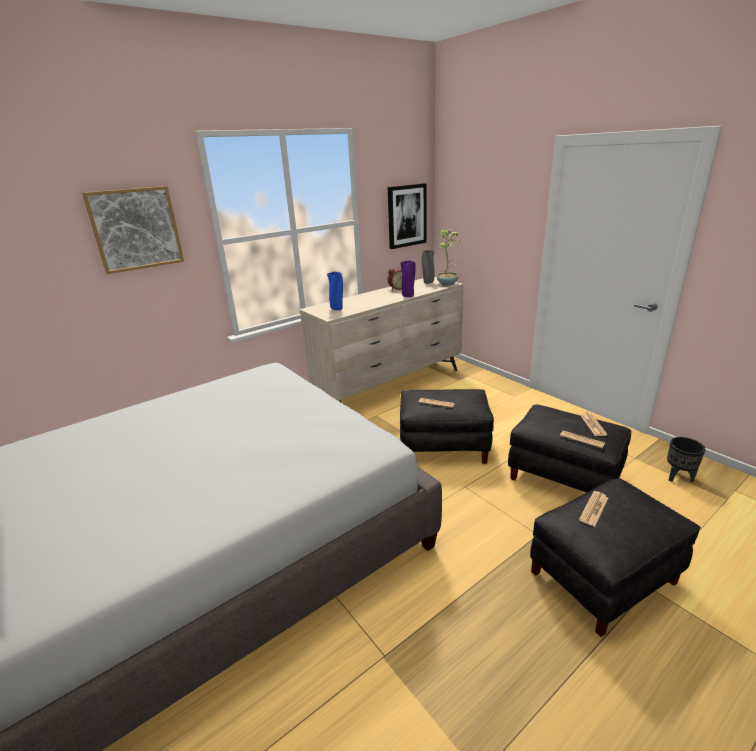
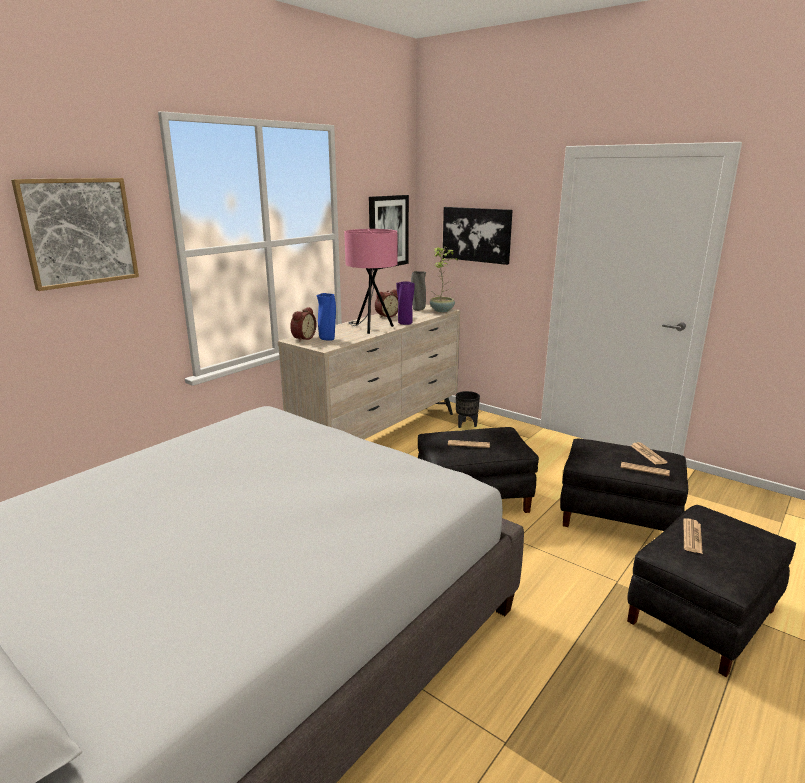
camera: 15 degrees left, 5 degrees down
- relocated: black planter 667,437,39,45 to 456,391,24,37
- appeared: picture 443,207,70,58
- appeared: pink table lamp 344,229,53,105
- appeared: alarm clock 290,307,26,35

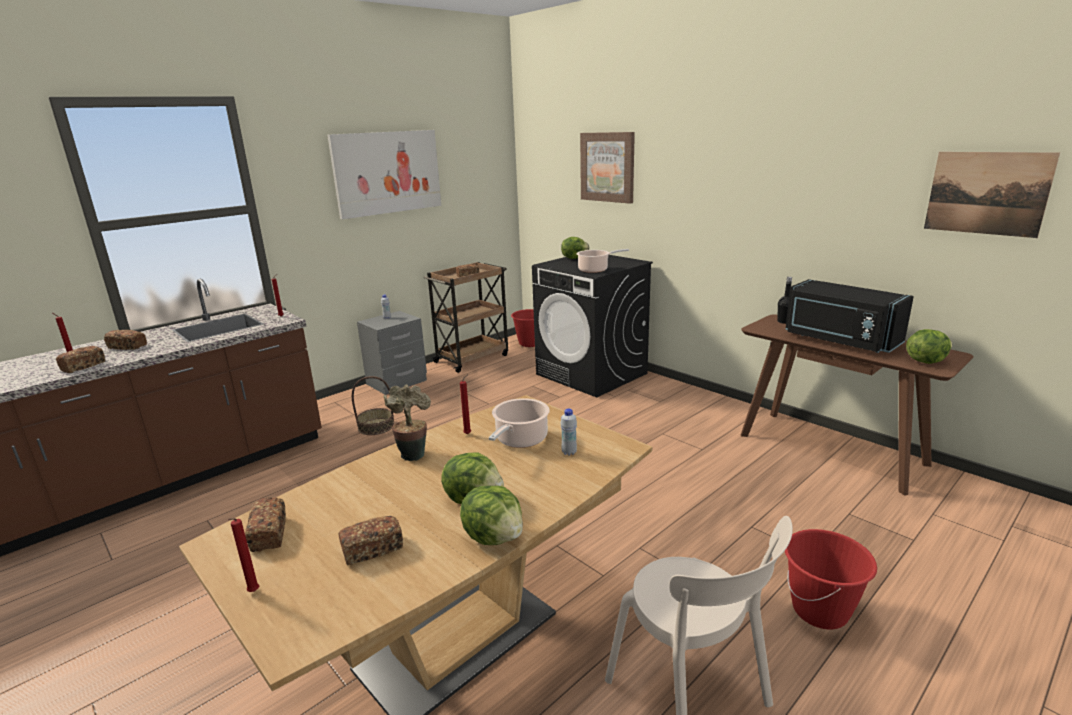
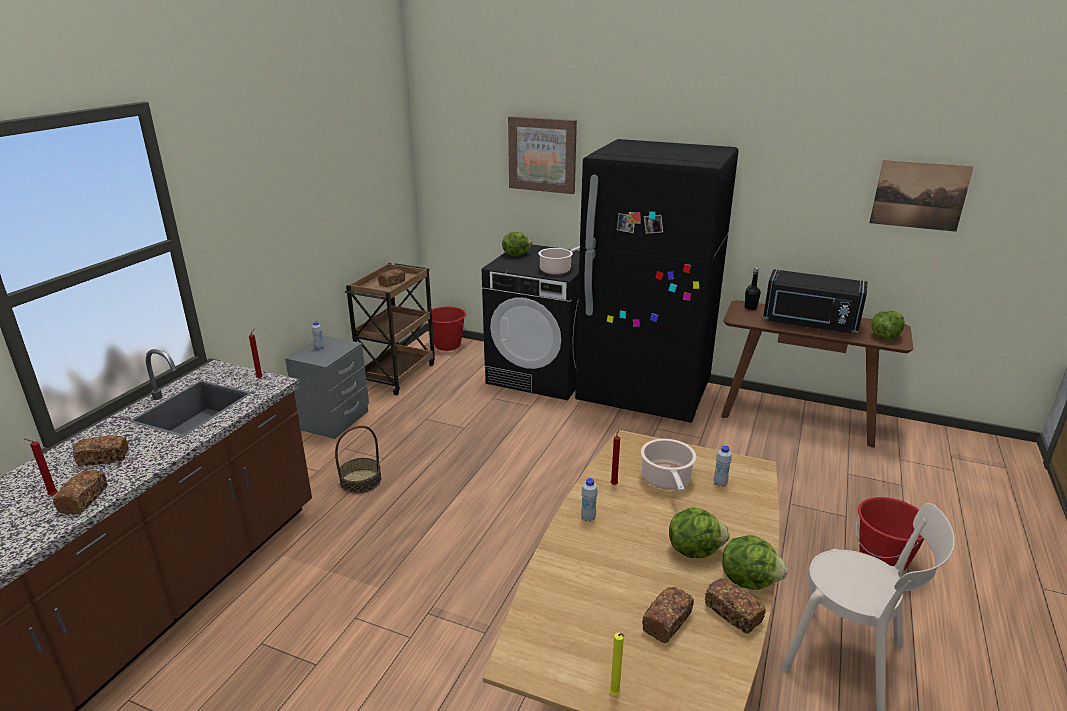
camera: 25 degrees left, 5 degrees up
- missing: picture 327,130,114,89
- exchanged: potted plant 384,384,47,77 to white bottle 581,478,17,44
- relocated: bread 245,497,41,55 to 705,578,61,56
- colour: red candle 228,518,31,74 to yellow candle 609,633,15,63
- appeared: black fridge 575,139,164,284

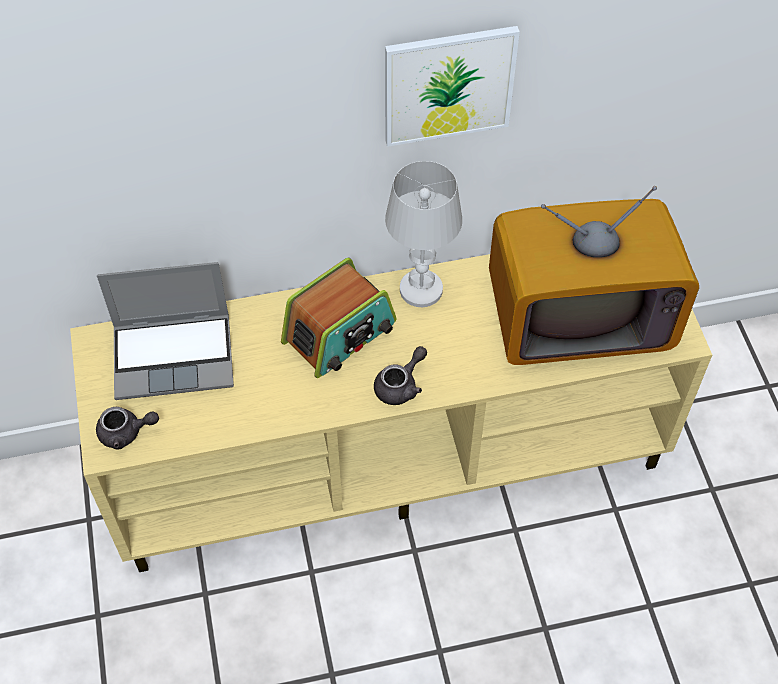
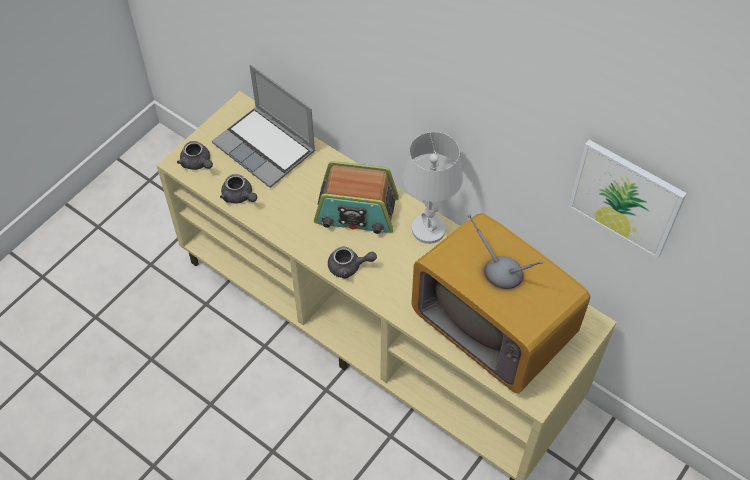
camera: 50 degrees right, 0 degrees up
- relocated: picture 385,26,135,121 to 569,140,118,119
- appeared: grey teapot 220,174,37,30

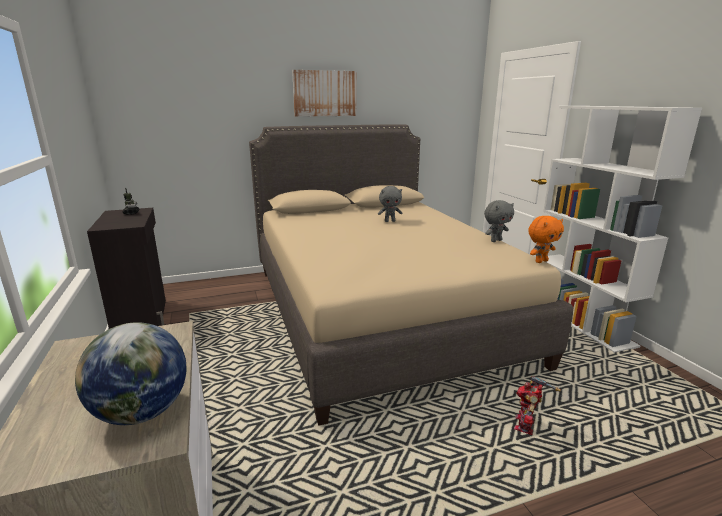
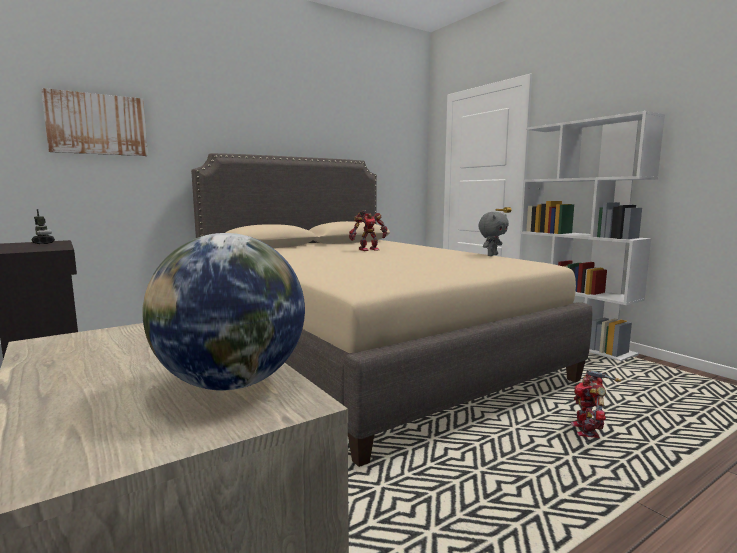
camera: 15 degrees left, 10 degrees down
- relocated: picture 292,70,65,47 to 41,88,107,68
- exchanged: grey plush toy 378,186,24,36 to toy robot 349,210,39,41
- missing: orange plush toy 528,216,36,47

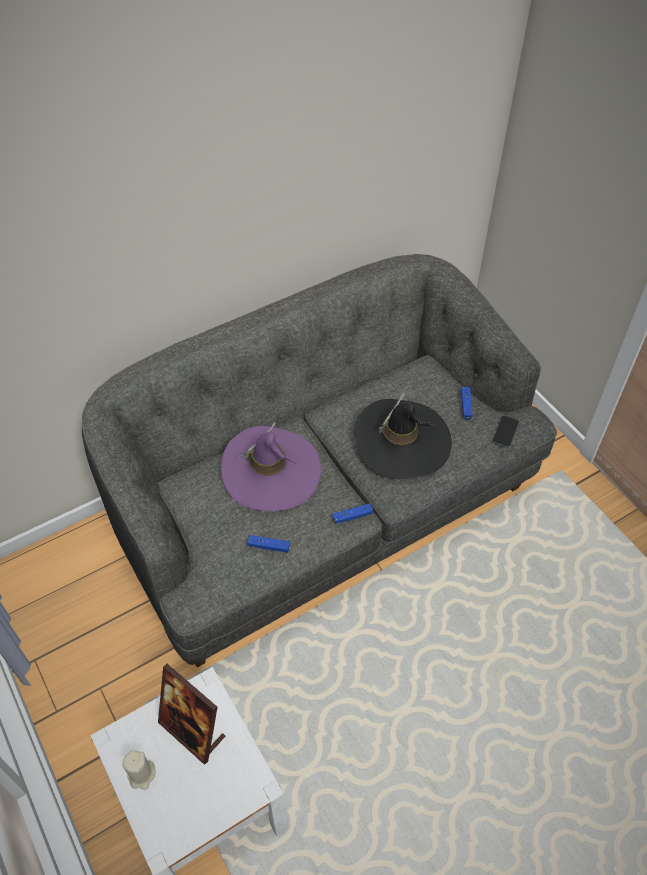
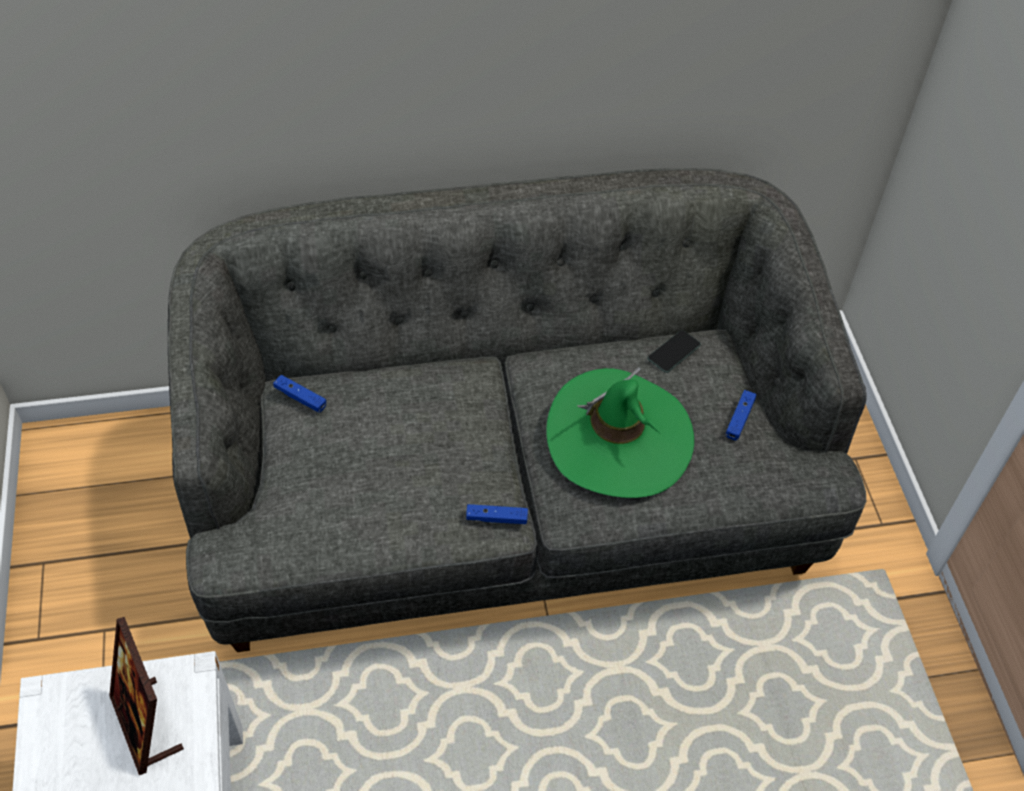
camera: 20 degrees right, 0 degrees up
- colour: black hat 355,393,97,86 to green hat 546,367,148,131
- relocated: phone 492,416,27,32 to 648,330,53,43
- missing: purple hat 221,422,100,89
- relocated: blue game controller 247,535,43,17 to 273,375,53,38
- missing: beige candle 123,750,33,40

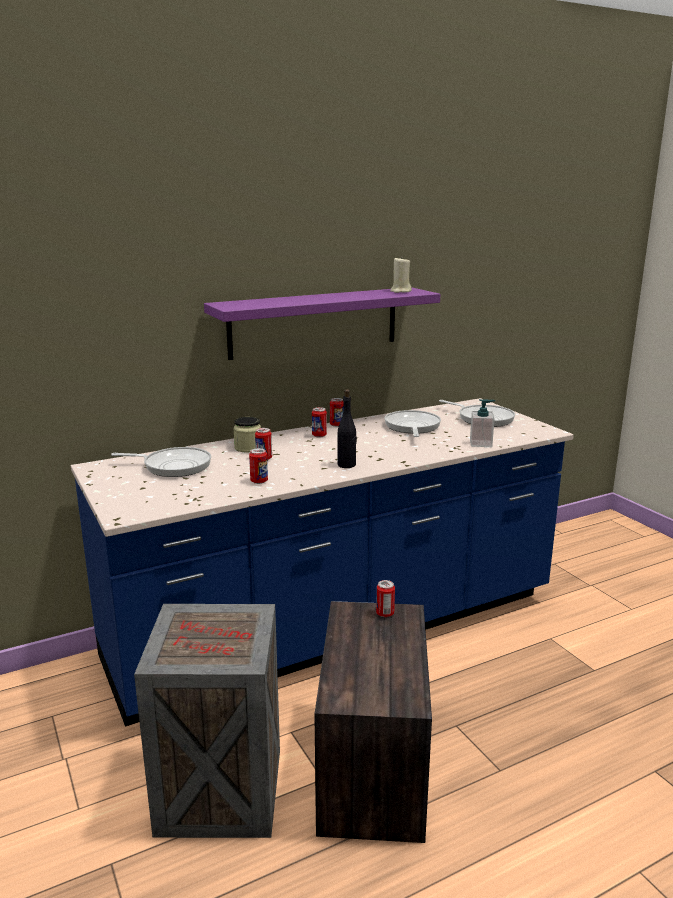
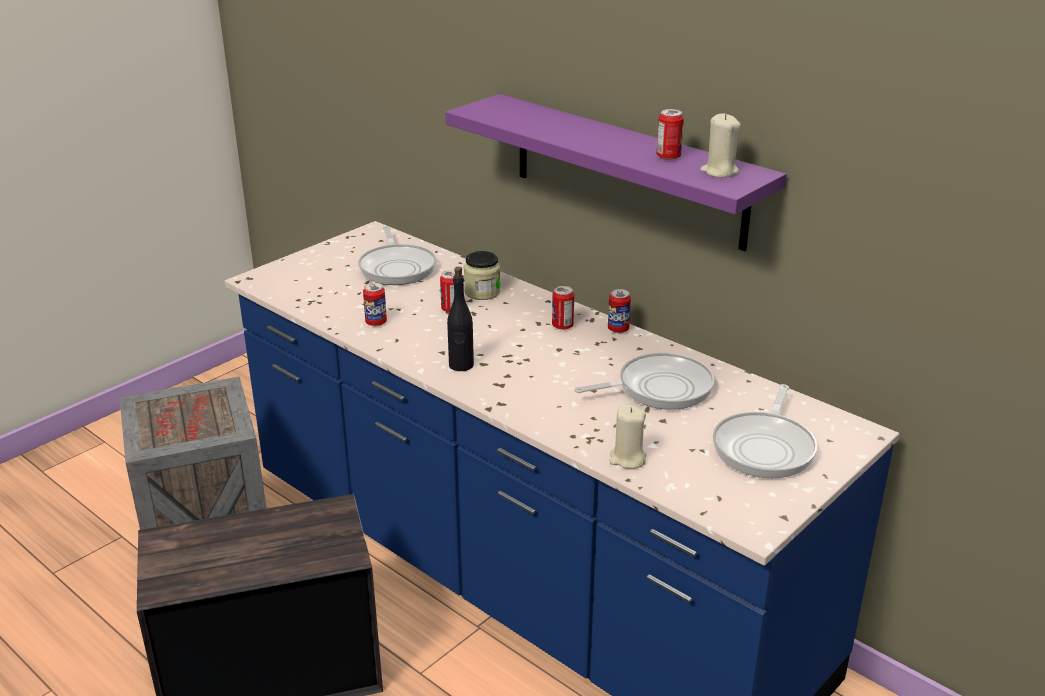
camera: 70 degrees right, 10 degrees up
- exchanged: soap dispenser 470,399,25,48 to beige candle 609,404,37,65
- relocated: can 376,580,19,37 to 657,109,27,51

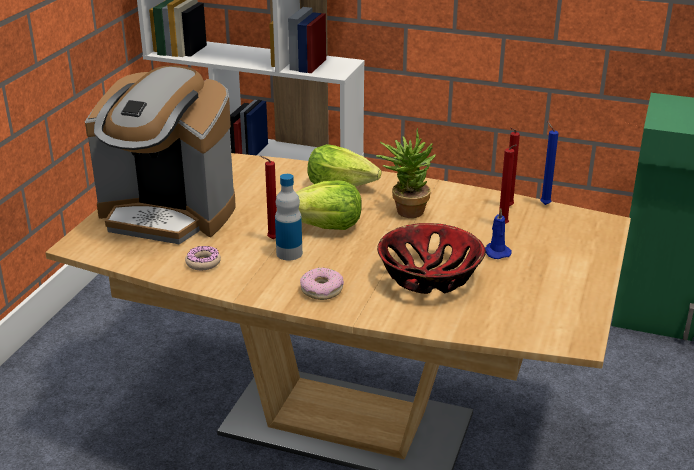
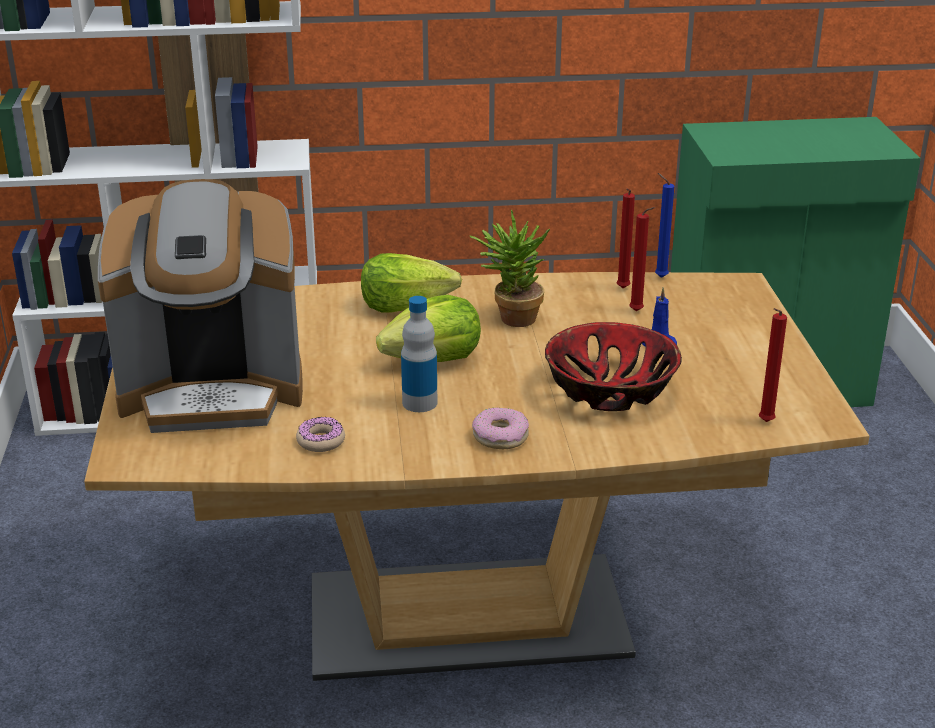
camera: 25 degrees left, 0 degrees up
- relocated: red candle 260,156,17,83 to 759,308,28,114

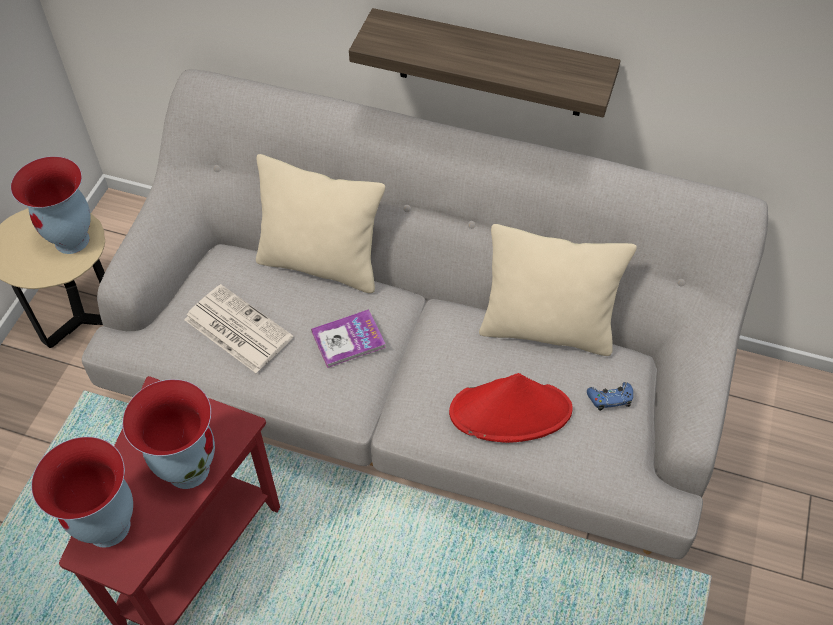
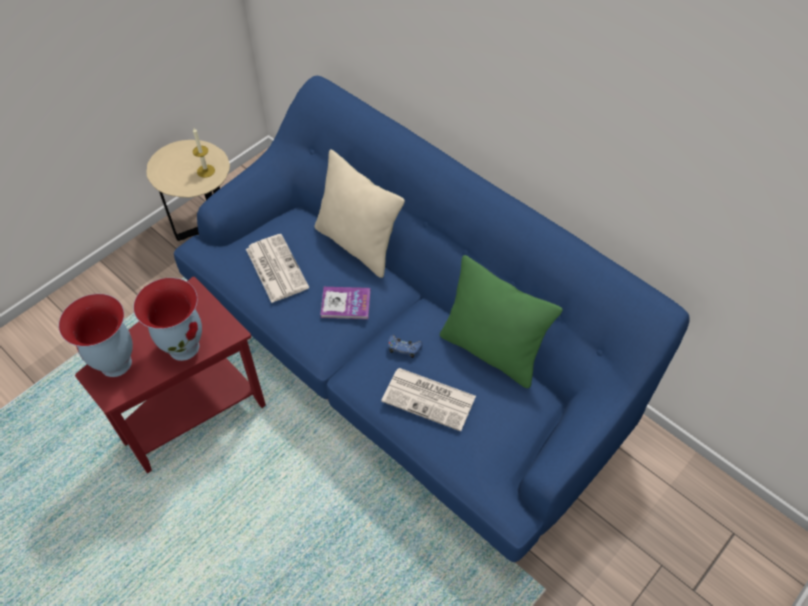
camera: 25 degrees right, 0 degrees up
- missing: shelf 349,8,272,109
- colour: grey sofa 82,69,686,490 to blue sofa 174,76,516,486
- exchanged: vase 11,156,80,98 to candle 193,128,22,50
- colour: beige pillow 479,224,158,132 to green pillow 440,255,123,133
- exchanged: red hat 449,373,124,70 to newspaper 381,368,95,64
- relocated: blue game controller 587,382,46,29 to 388,335,35,23

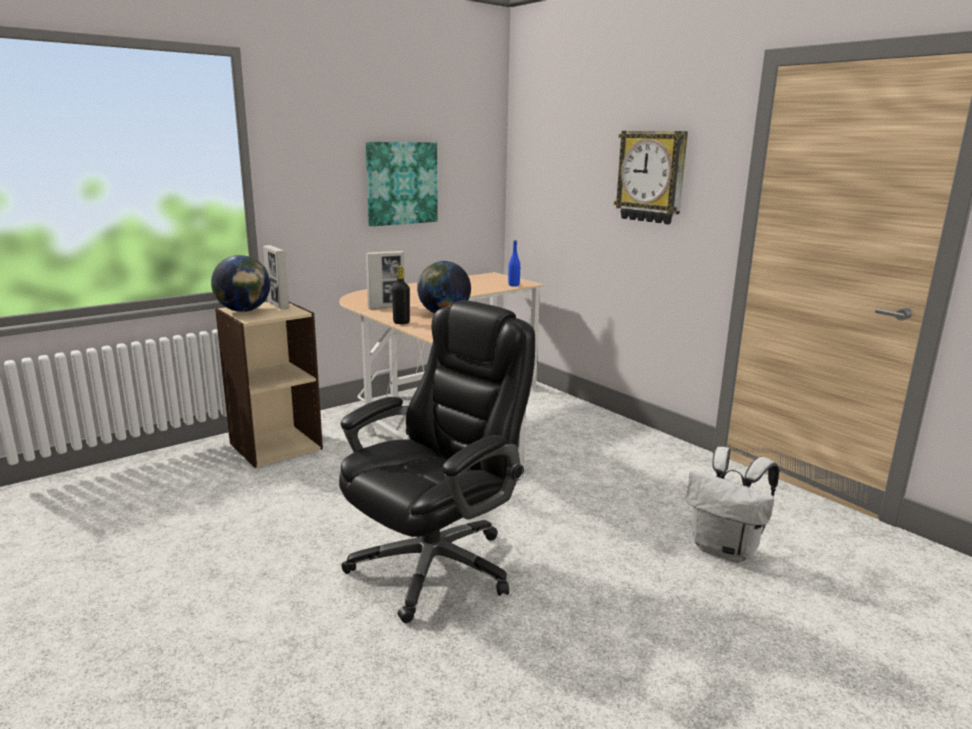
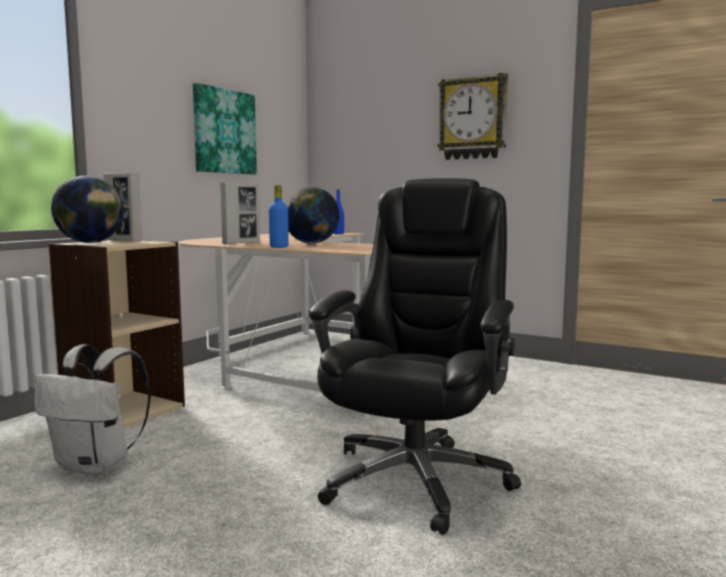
camera: 20 degrees left, 10 degrees down
- colour: black bottle 392,266,18,58 to blue bottle 269,185,19,63
- relocated: white backpack 686,447,93,116 to 35,344,116,131

